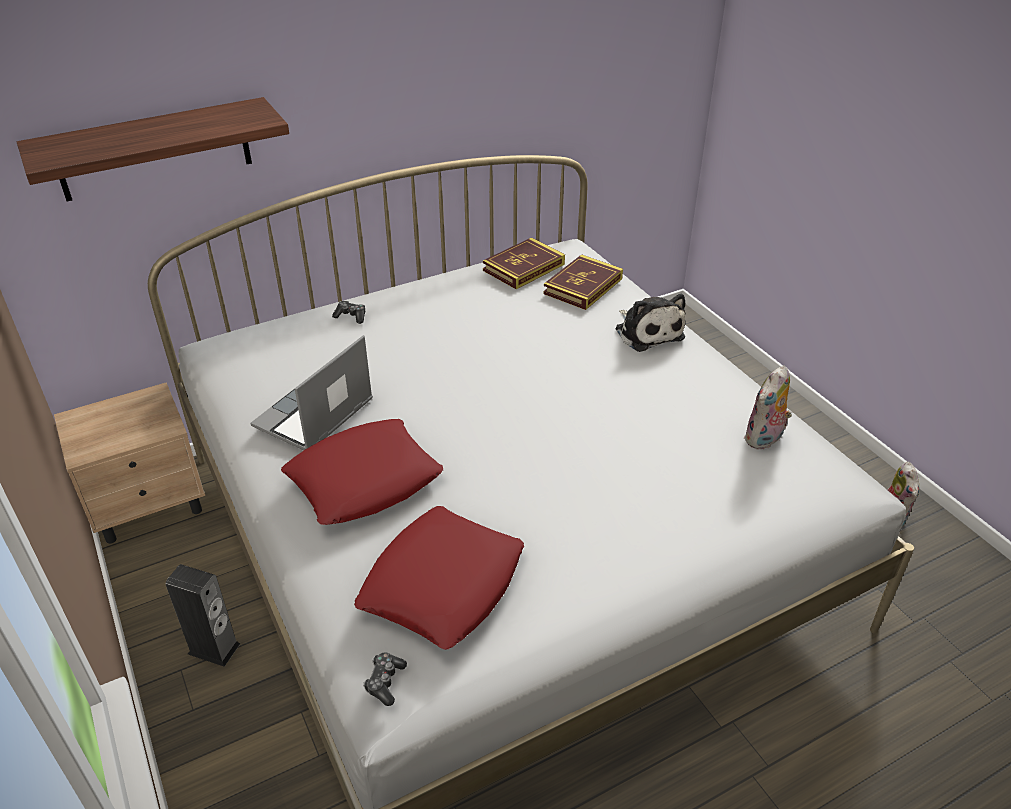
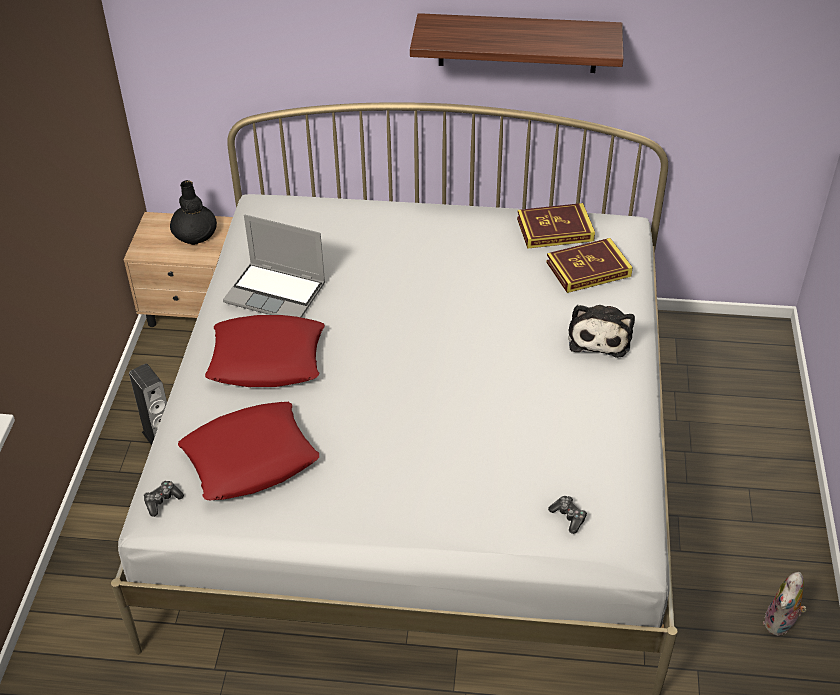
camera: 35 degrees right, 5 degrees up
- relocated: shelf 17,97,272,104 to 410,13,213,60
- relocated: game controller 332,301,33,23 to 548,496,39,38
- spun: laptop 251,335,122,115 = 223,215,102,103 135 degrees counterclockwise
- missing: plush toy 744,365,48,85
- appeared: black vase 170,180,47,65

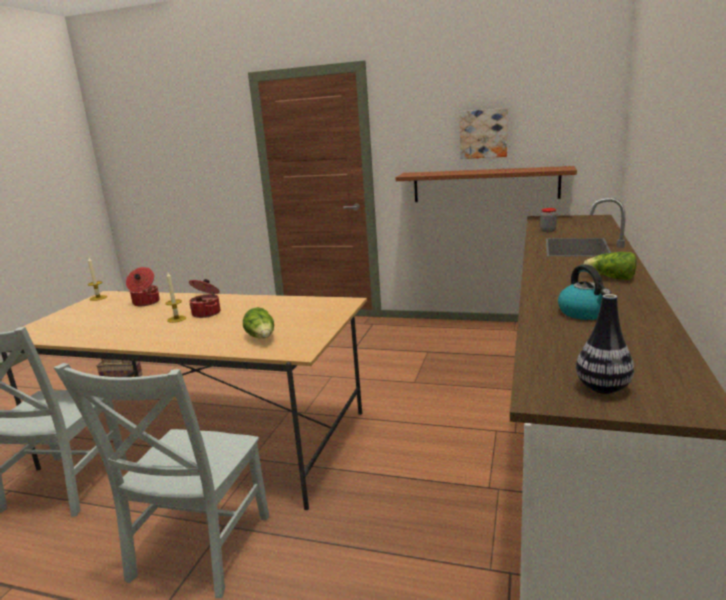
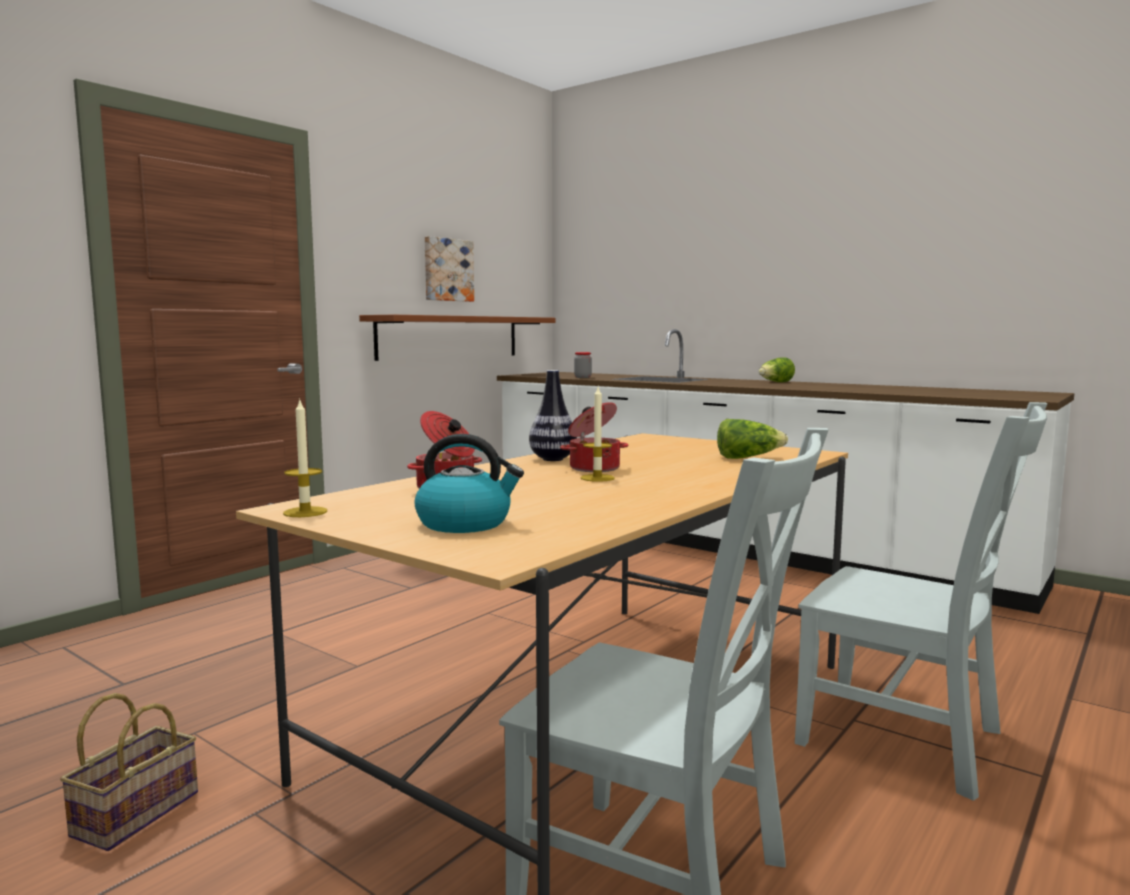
camera: 70 degrees left, 10 degrees down
- relocated: kettle 558,265,53,55 to 415,434,109,99
- relocated: vase 576,294,58,100 to 529,370,48,91

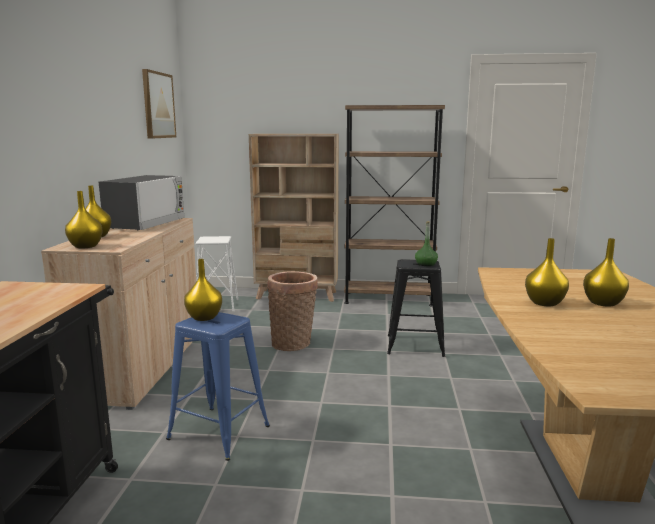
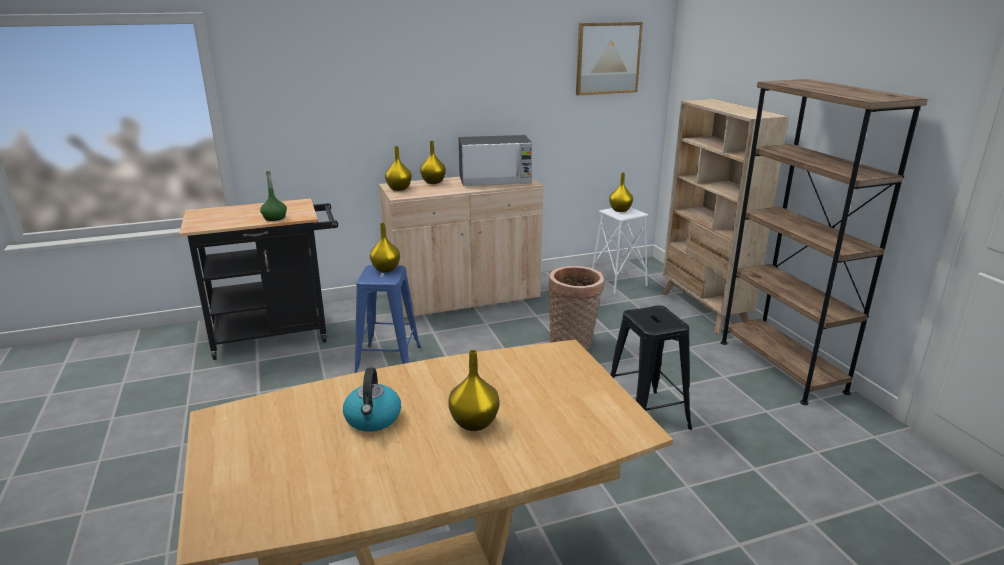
camera: 65 degrees right, 10 degrees up
- relocated: green bottle 415,221,23,45 to 260,171,27,50
- relocated: yellow vase 525,238,44,68 to 609,172,24,40
- appeared: kettle 343,368,58,64

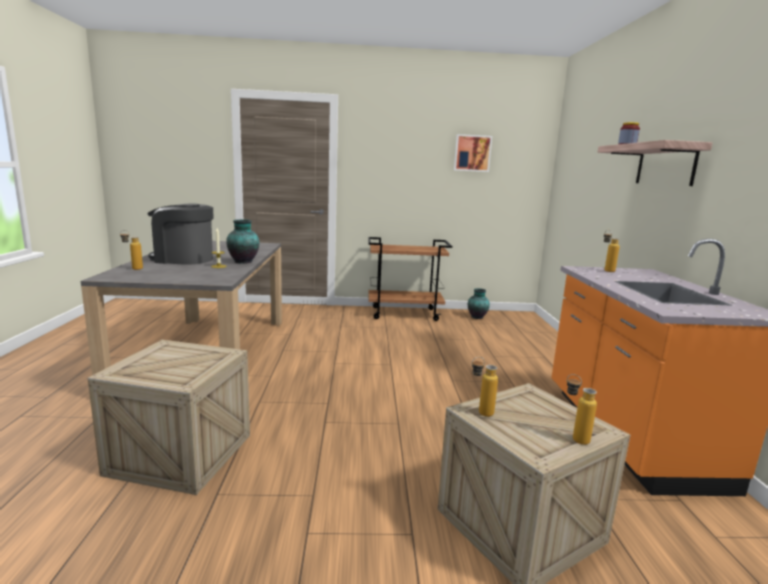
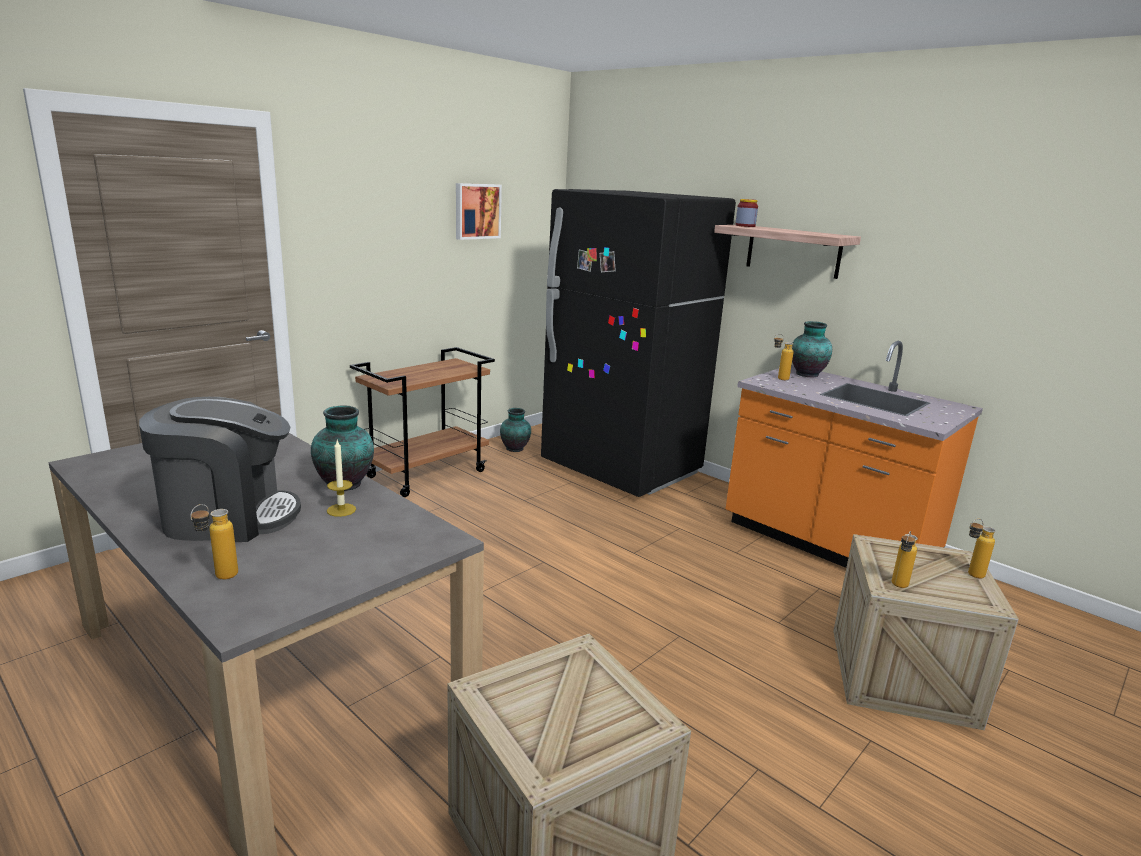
camera: 45 degrees left, 5 degrees up
- spun: coffee machine 147,204,67,61 = 139,397,162,145 150 degrees counterclockwise
- appeared: black fridge 541,189,195,308
- appeared: vase 792,321,40,57

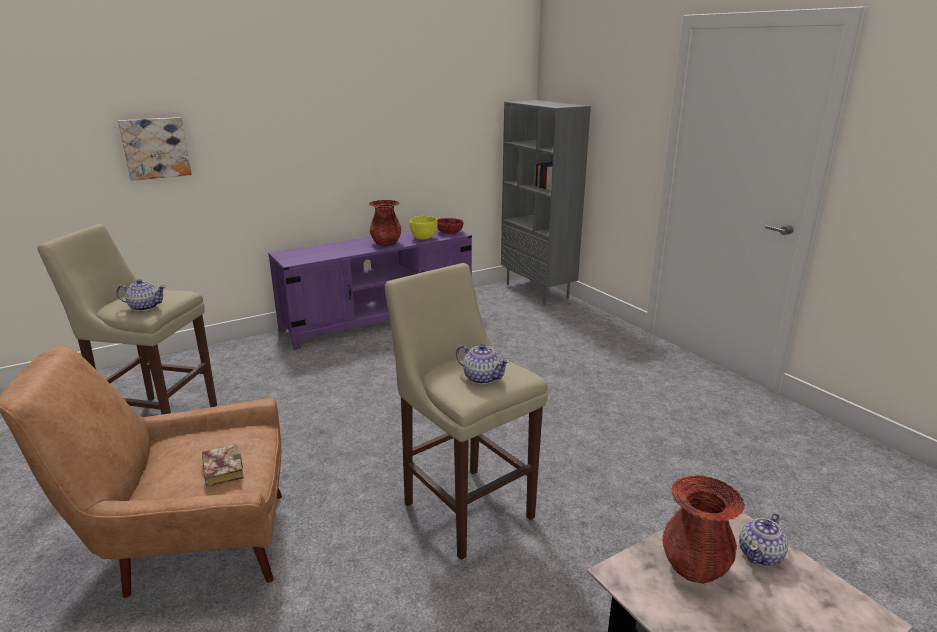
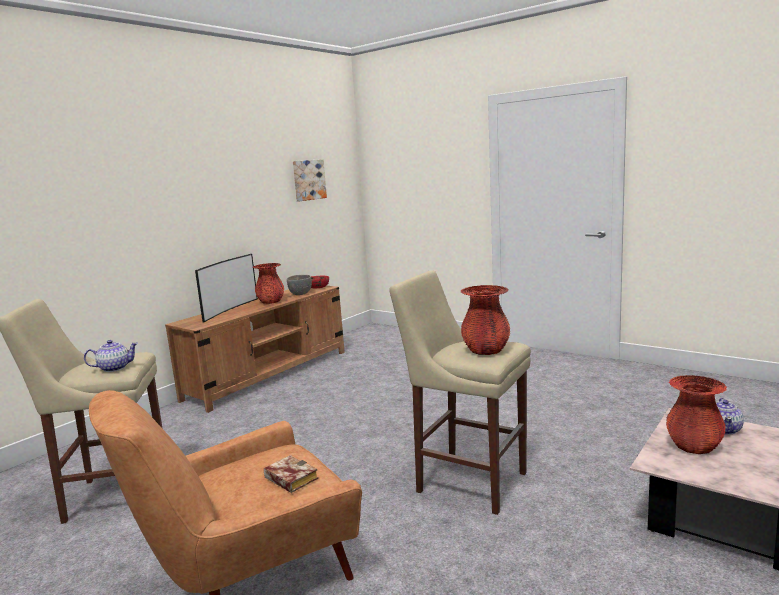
camera: 20 degrees left, 10 degrees down
- missing: grey bookcase 501,100,90,204
- relocated: picture 118,117,74,64 to 293,159,34,42
- colour: yellow bowl 410,216,28,24 to grey bowl 287,275,25,20
- colour: purple tv stand 268,229,204,121 to brown tv stand 165,286,180,127
- exchanged: teapot 456,344,54,40 to red vase 461,285,49,70
- appeared: television 195,254,63,68

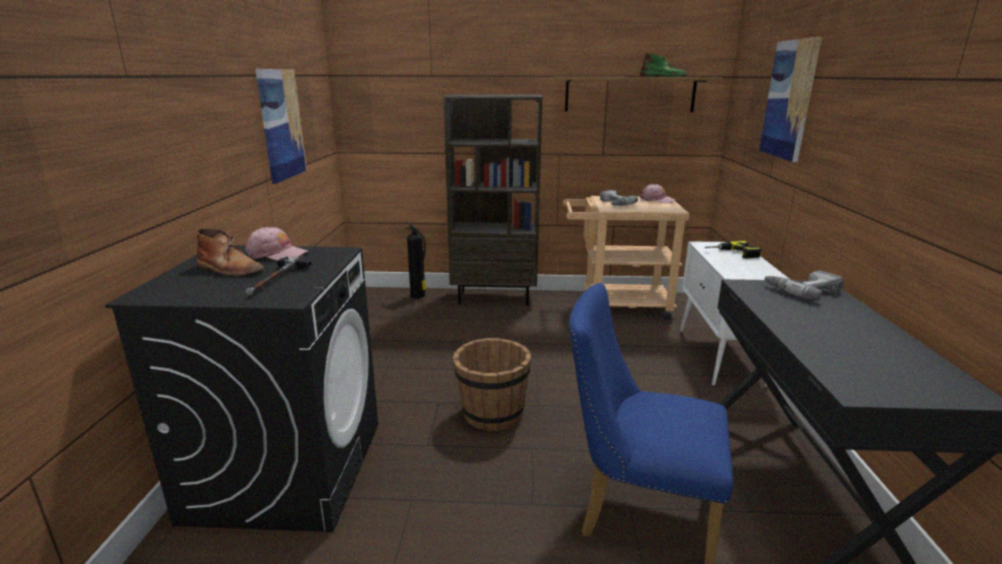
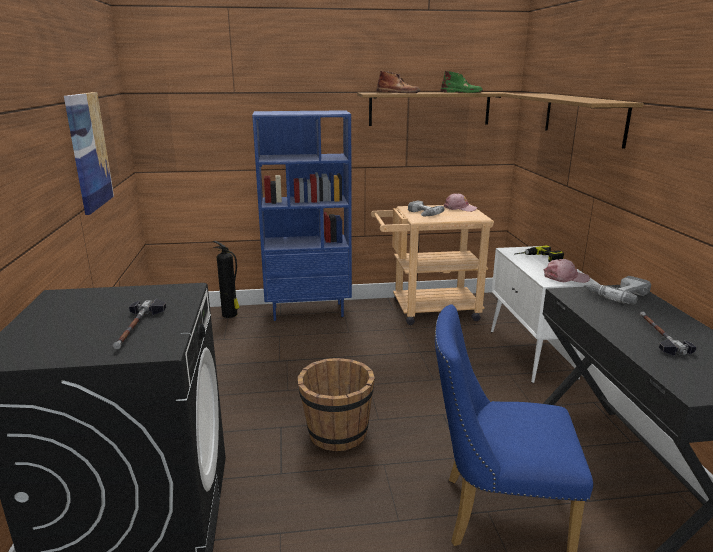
camera: 10 degrees left, 0 degrees up
- exchanged: picture 759,37,63,125 to shelf 506,93,138,56
- colour: brown bookcase 443,94,99,212 to blue bookcase 252,110,100,211
- relocated: pink cap 245,227,64,34 to 544,259,46,24
- relocated: brown boot 196,228,68,49 to 377,71,44,22
- appeared: hammer 639,312,57,44

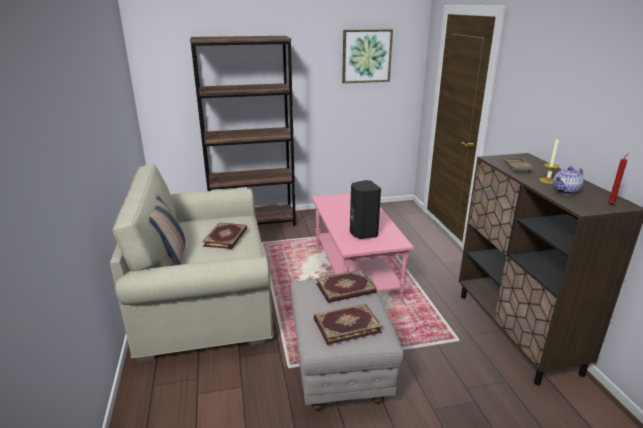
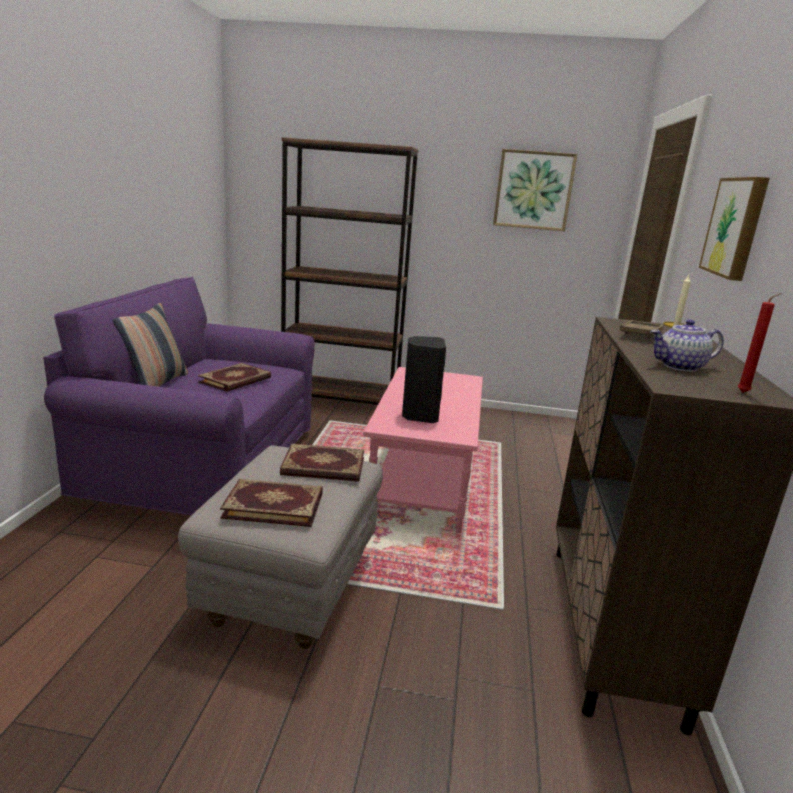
camera: 20 degrees right, 5 degrees down
- colour: beige sofa 110,163,163,199 to purple sofa 43,277,272,238
- appeared: picture 699,177,71,104

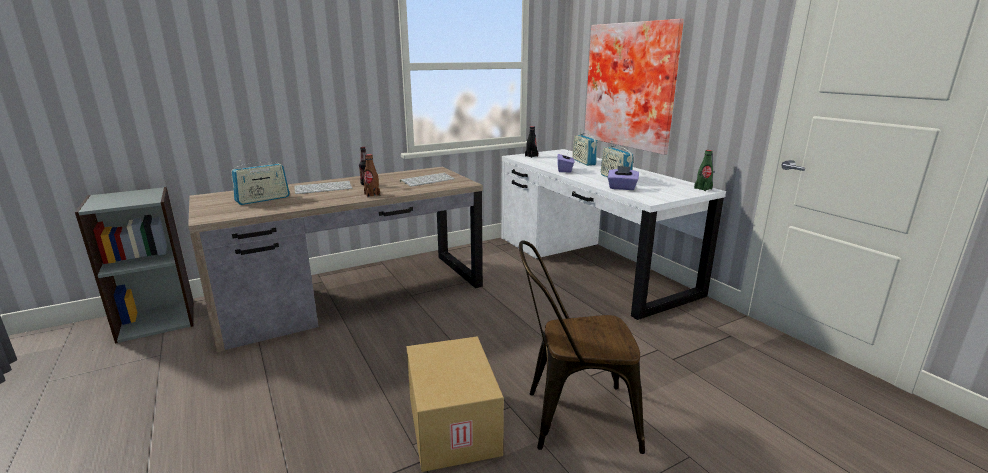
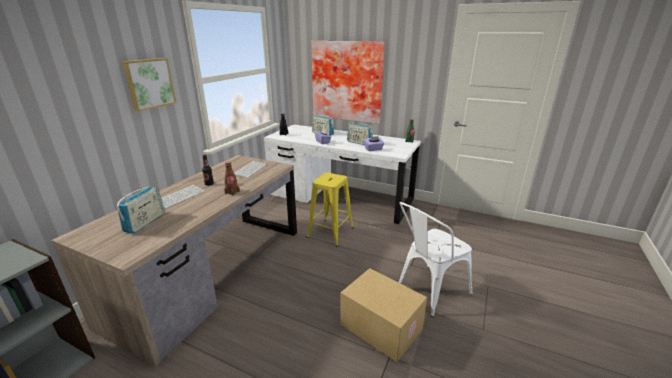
camera: 35 degrees left, 5 degrees up
- colour: brown chair 519,240,126,214 to white chair 398,202,74,115
- appeared: picture 122,58,54,53
- appeared: yellow stool 307,172,47,75

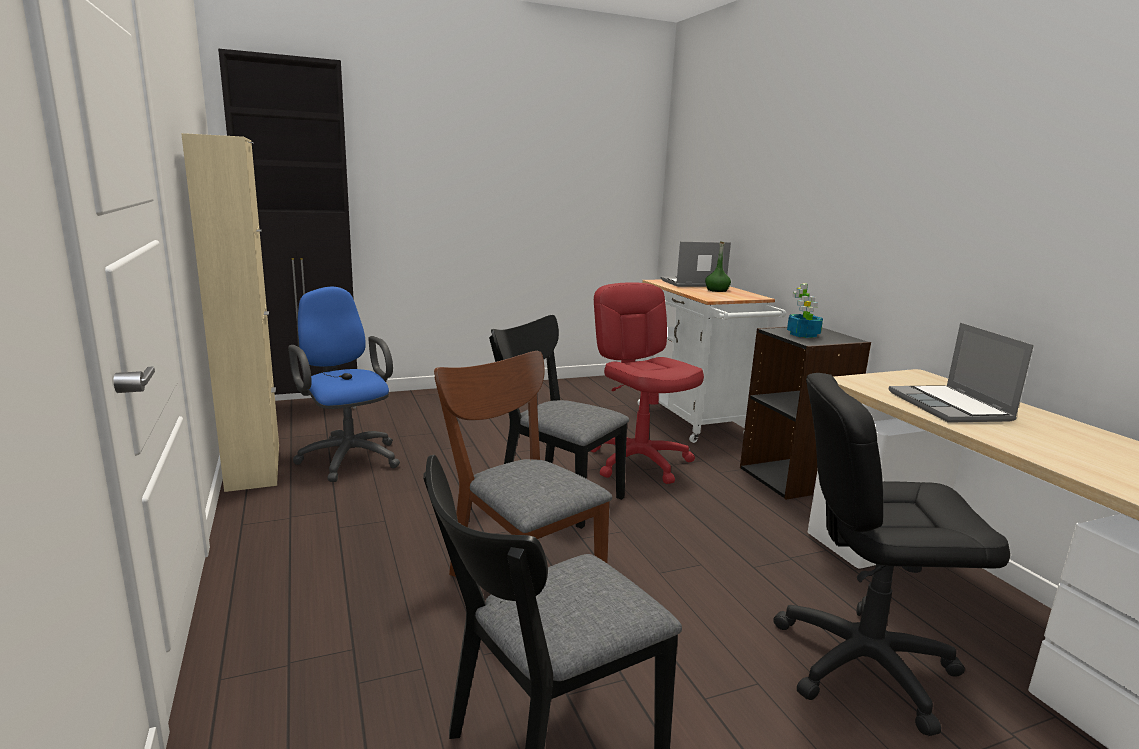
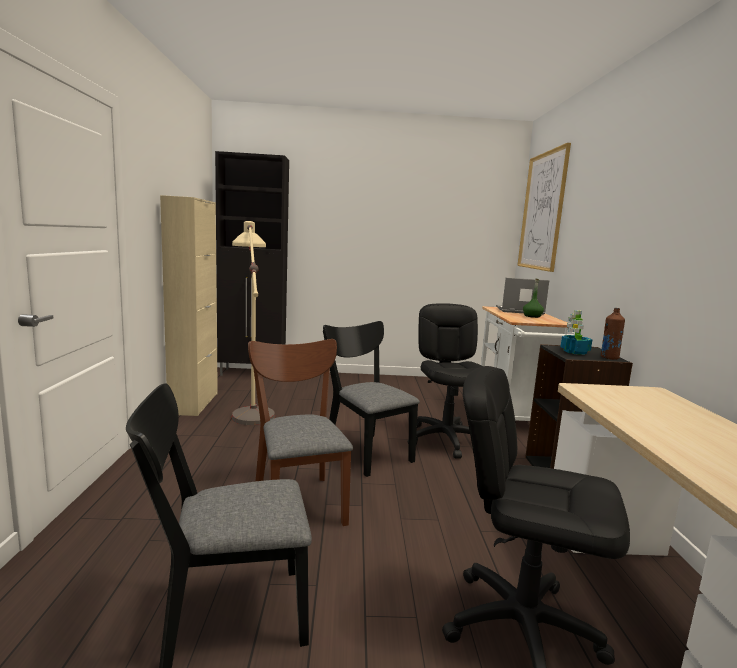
camera: 20 degrees right, 5 degrees down
- colour: red office chair 591,282,113,202 to black office chair 408,303,74,155
- exchanged: blue office chair 288,287,112,195 to beige floor lamp 231,221,44,204
- missing: laptop 889,323,145,100
- appeared: picture 517,143,54,129
- appeared: brown bottle 601,308,24,52

